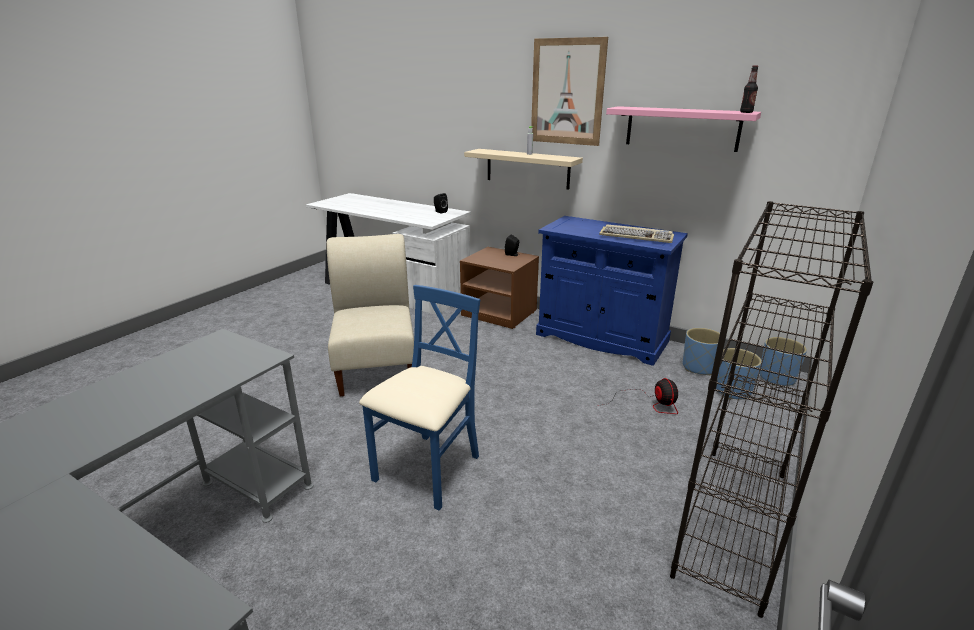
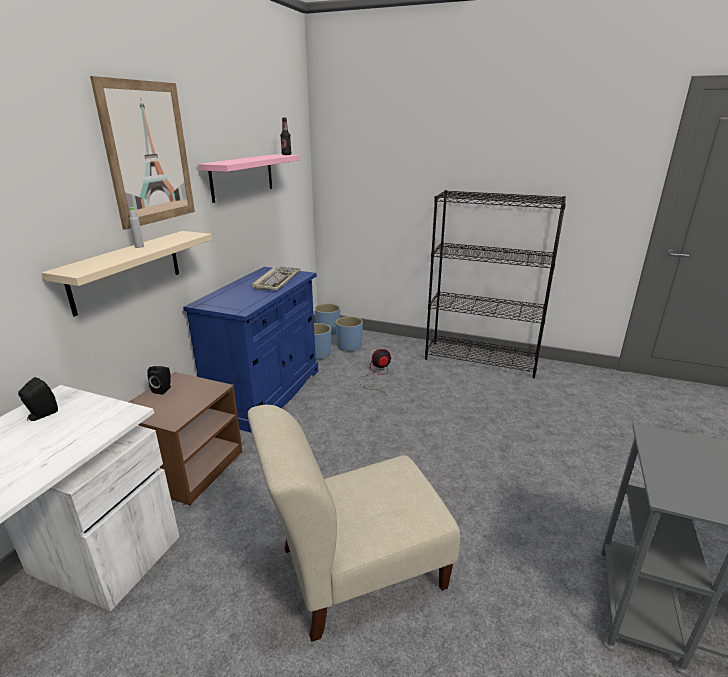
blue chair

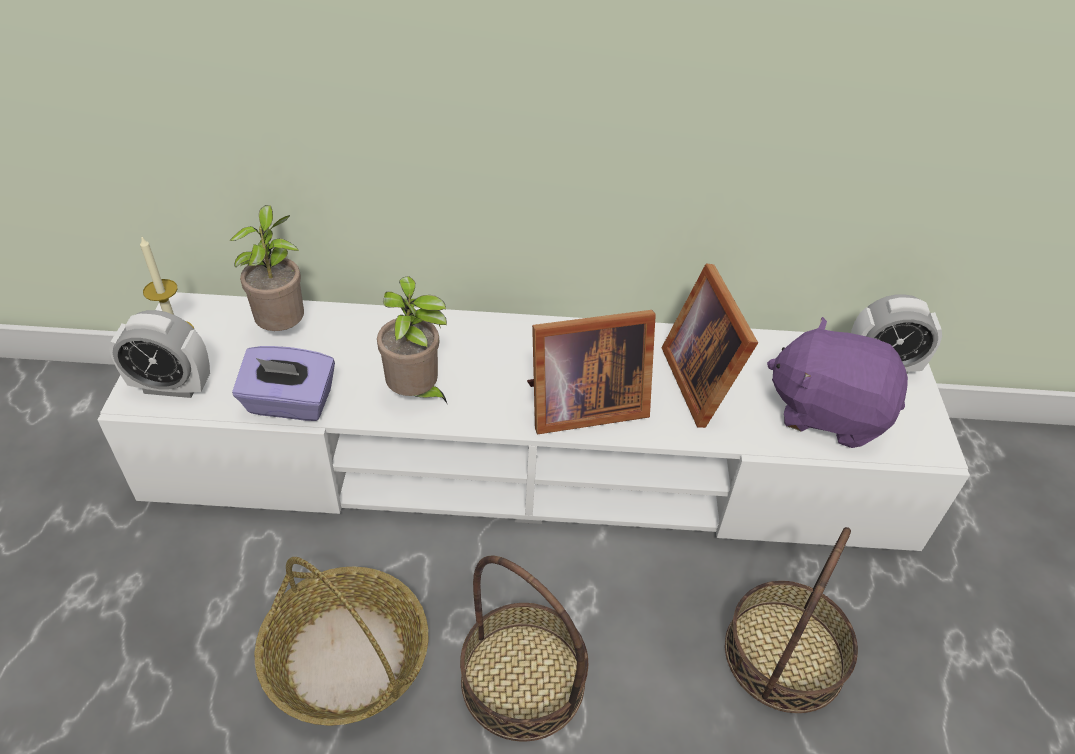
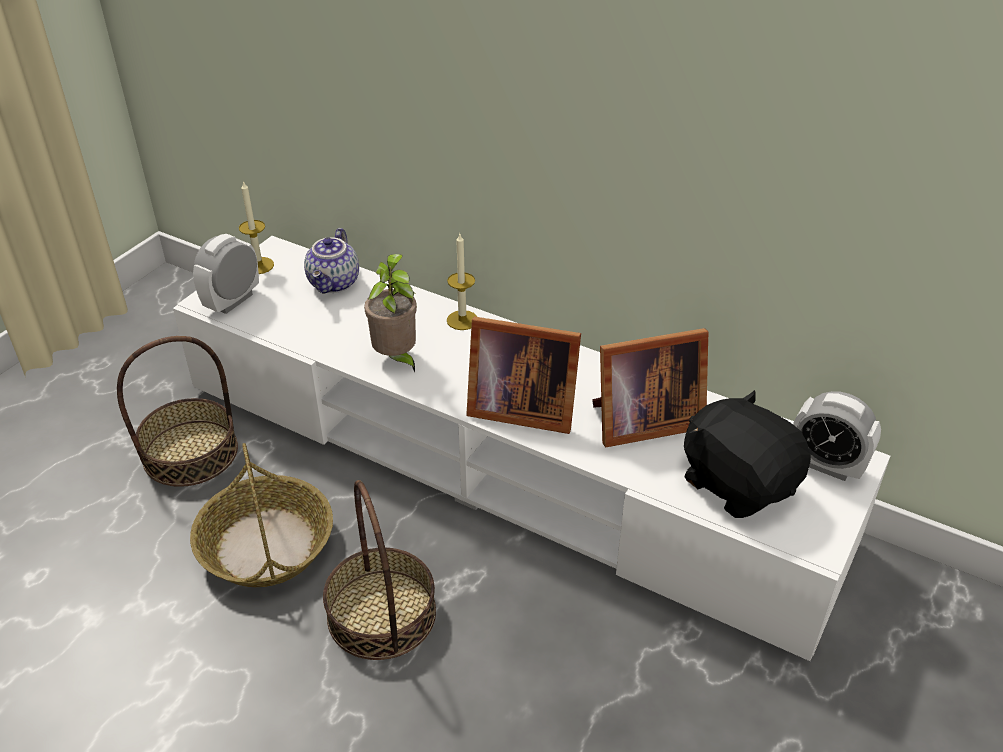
purple tissue box
candle (2nd from left)
basket (1st from left)
teapot
black plush toy
alarm clock (1st from left)
picture frame (2nd from left)

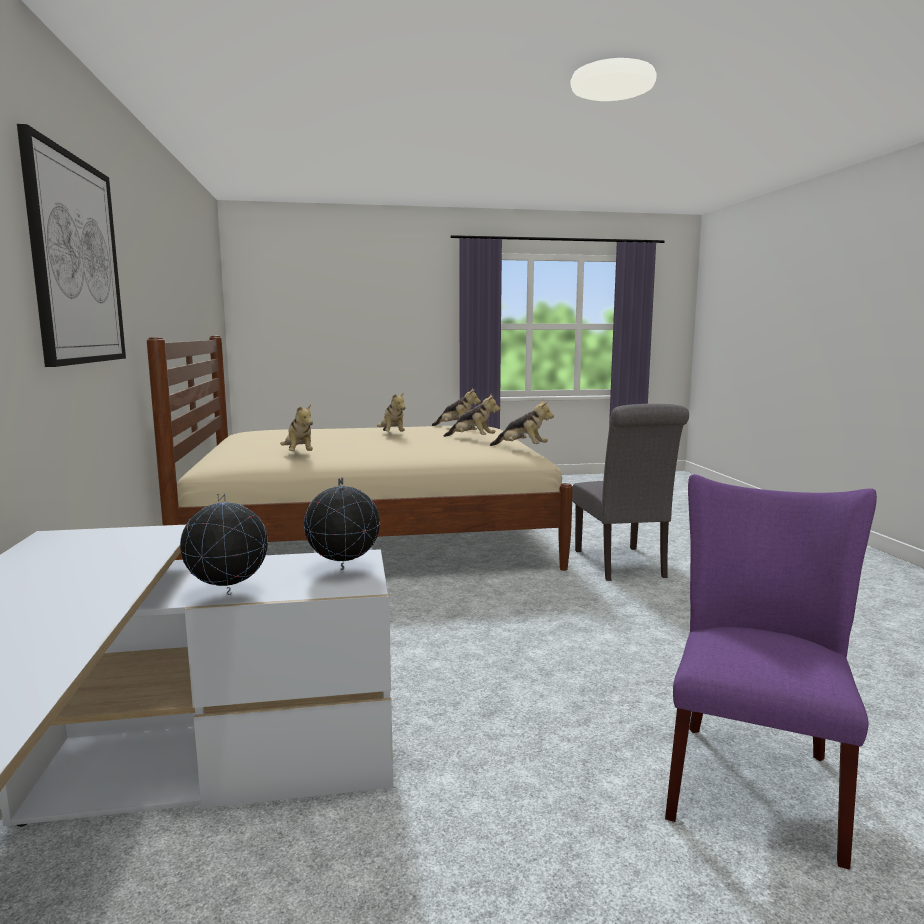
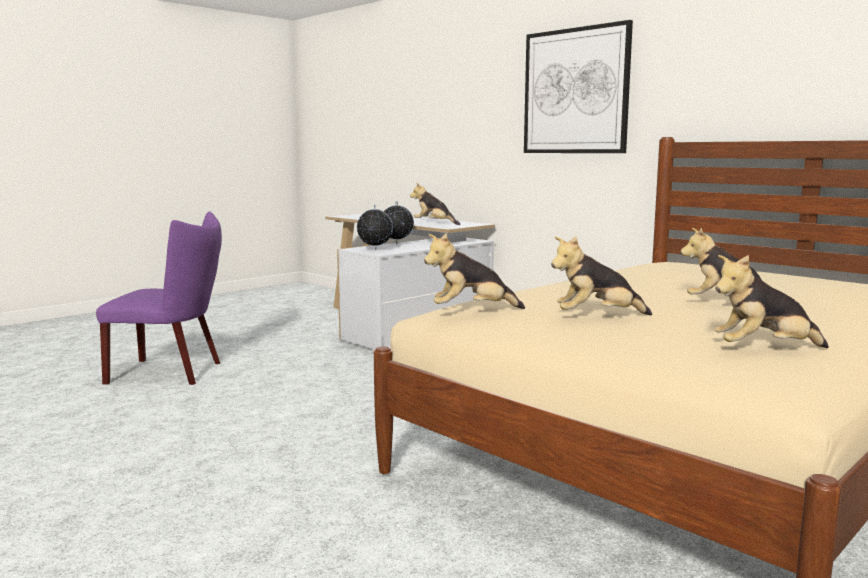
grey chair
plush toy (1st from left)
purple chair

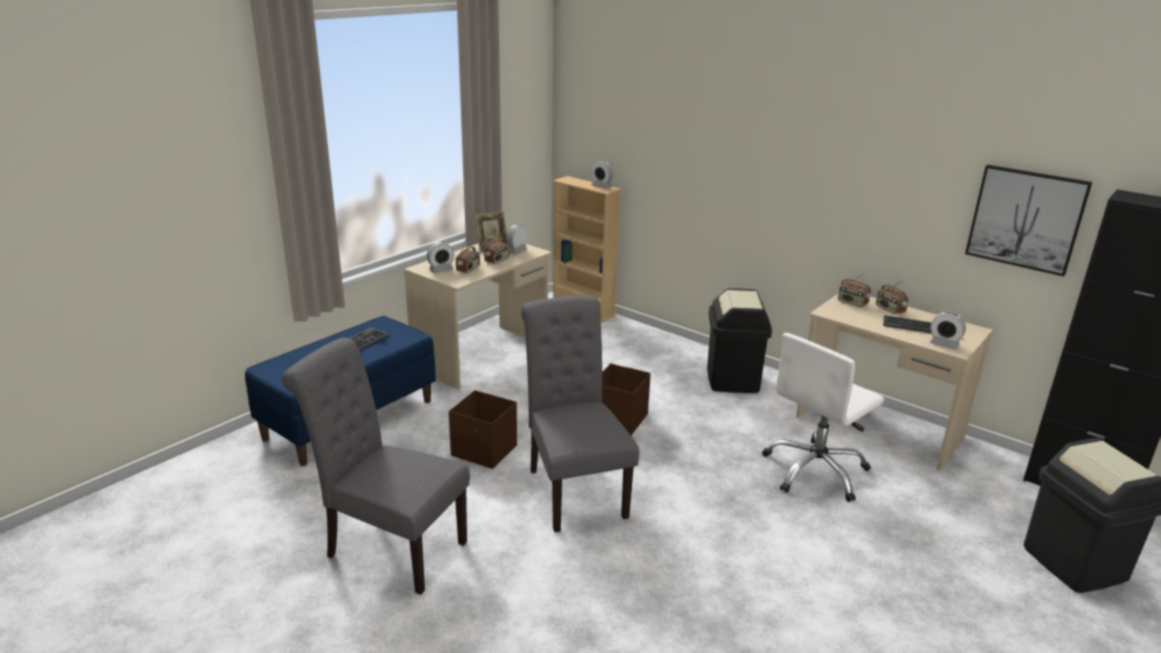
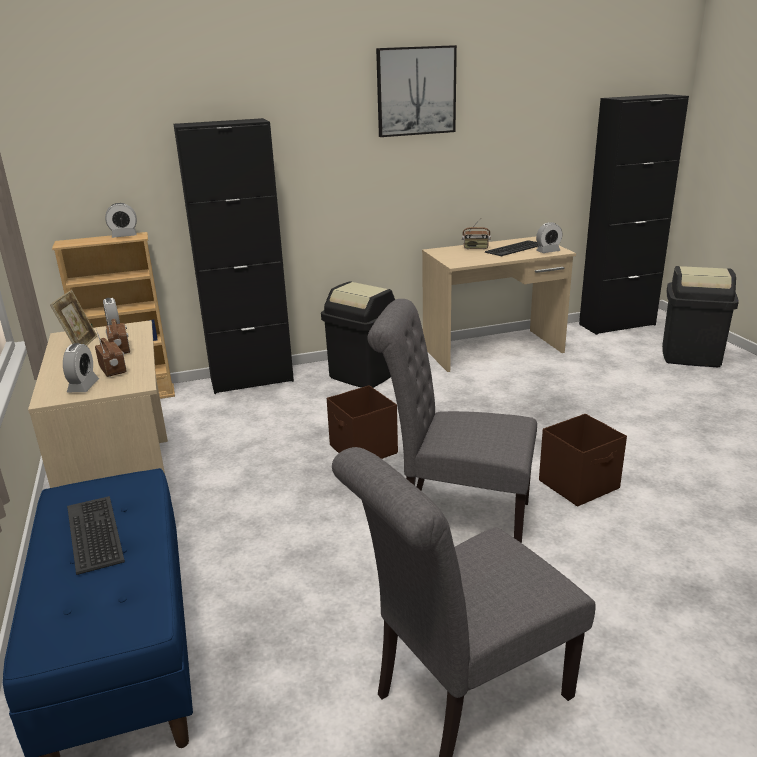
white office chair
radio (3rd from left in the first image)
black cabinet (1st from left)
brown storage box (2nd from left)
picture

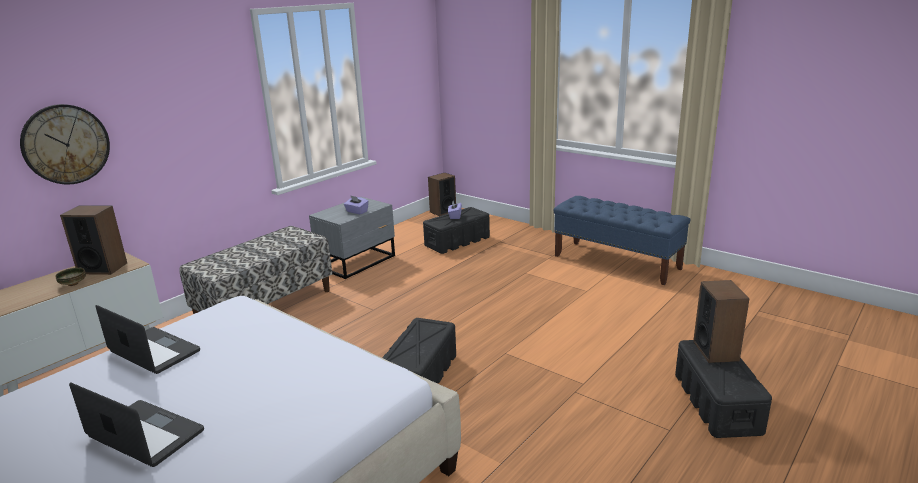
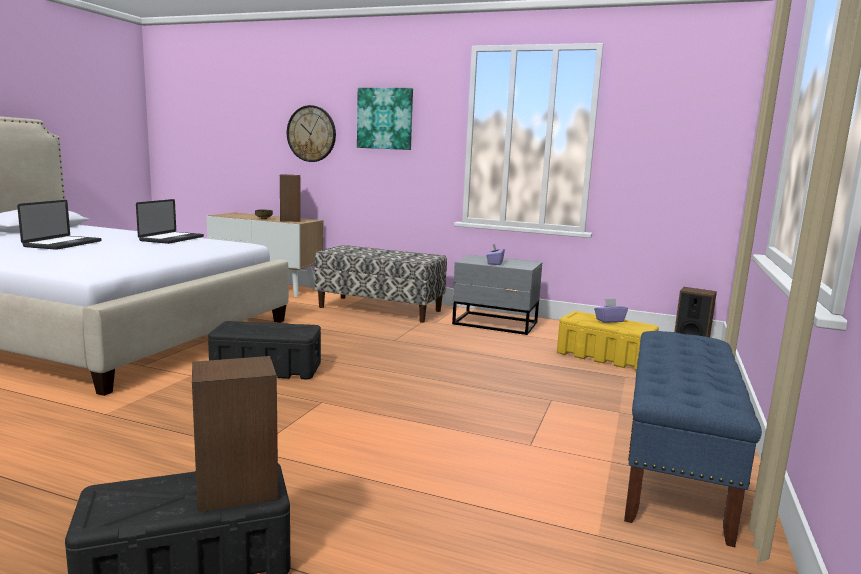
picture
yellow storage box

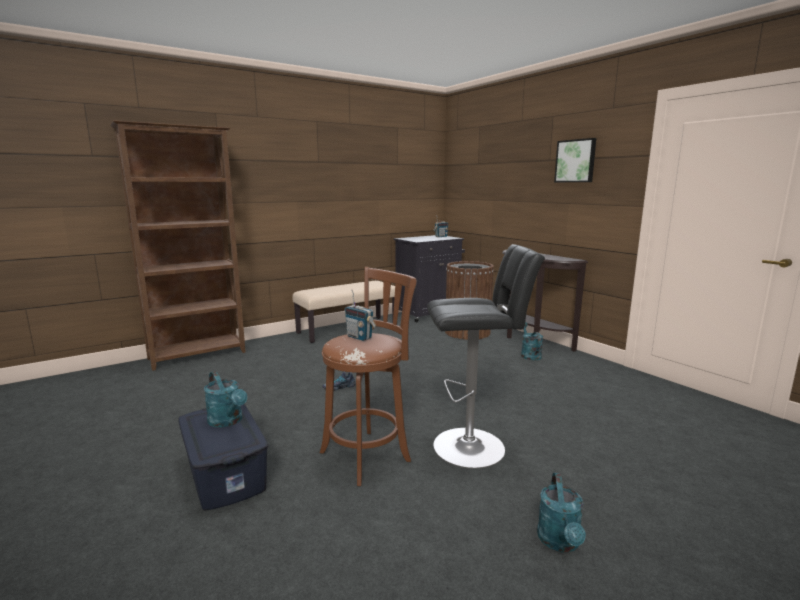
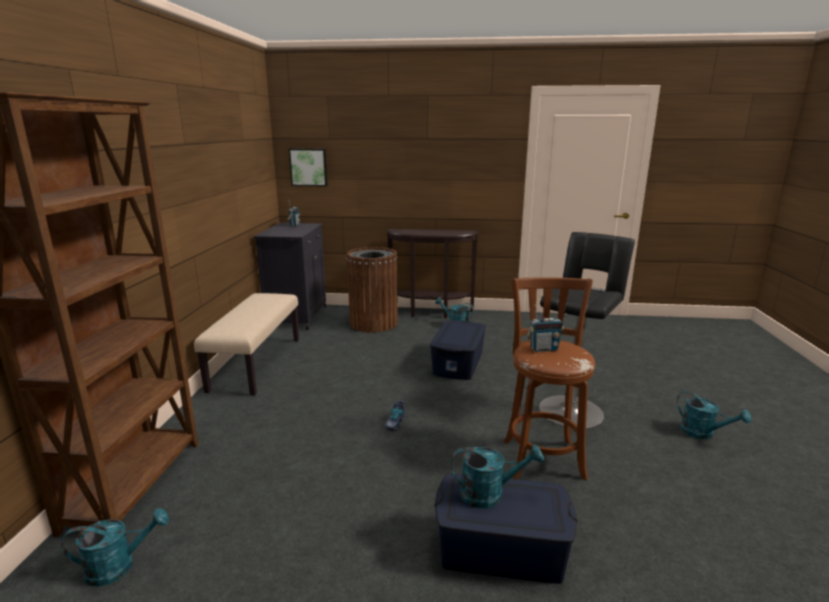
turquoise watering can (1st from left)
blue storage box (1st from left)
picture

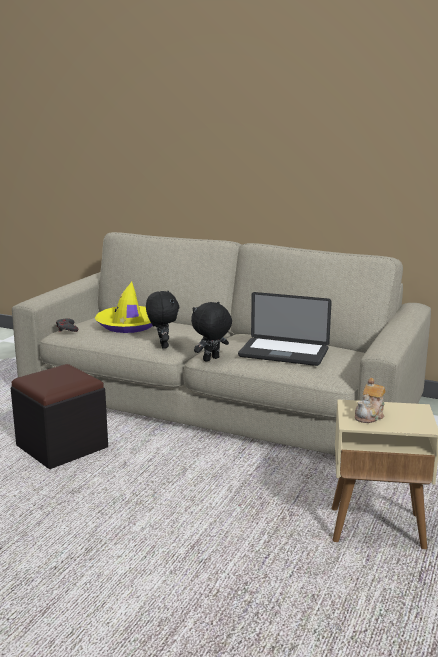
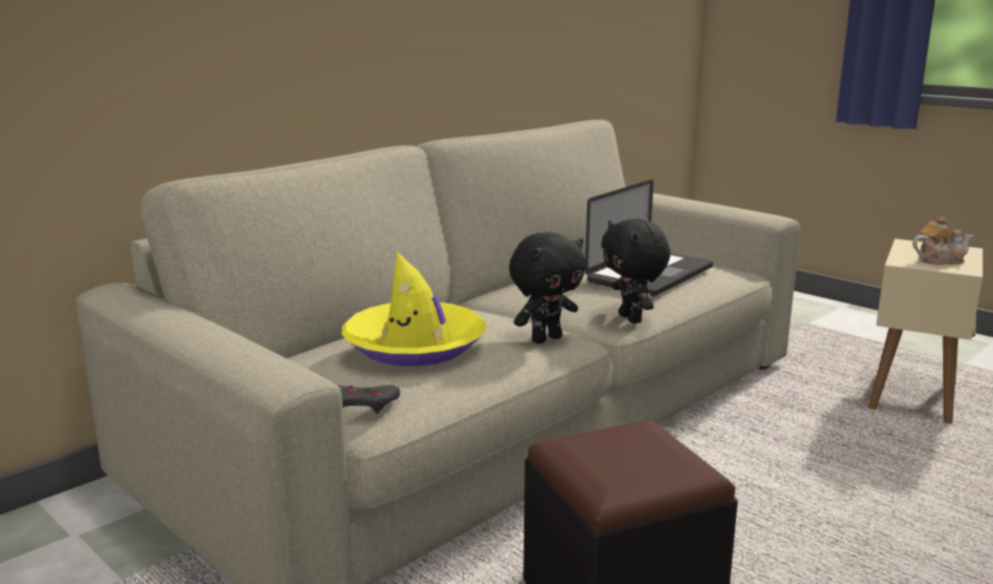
black plush toy (1st from left)
teapot

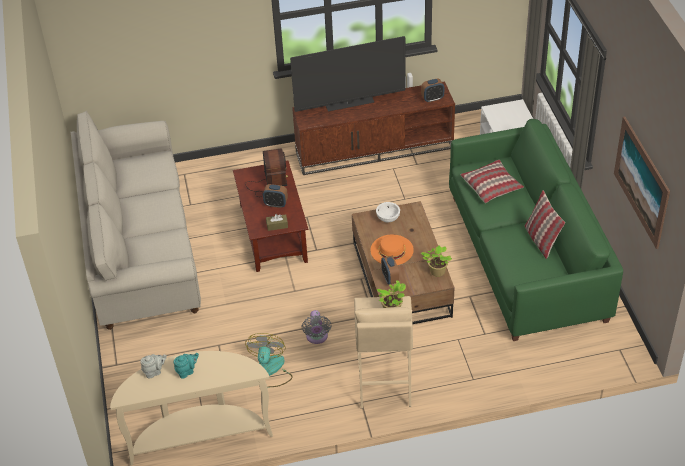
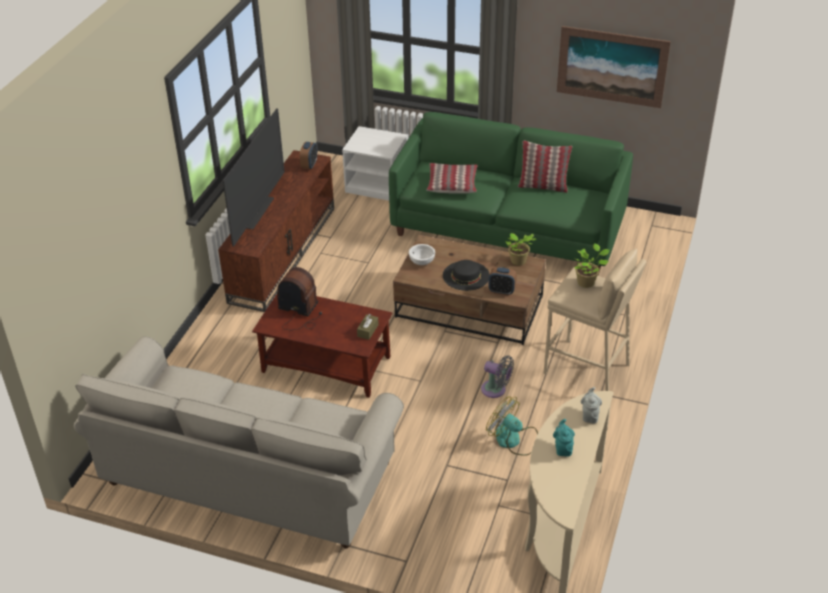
alarm clock (1st from left in the first image)
grey teapot
black hat

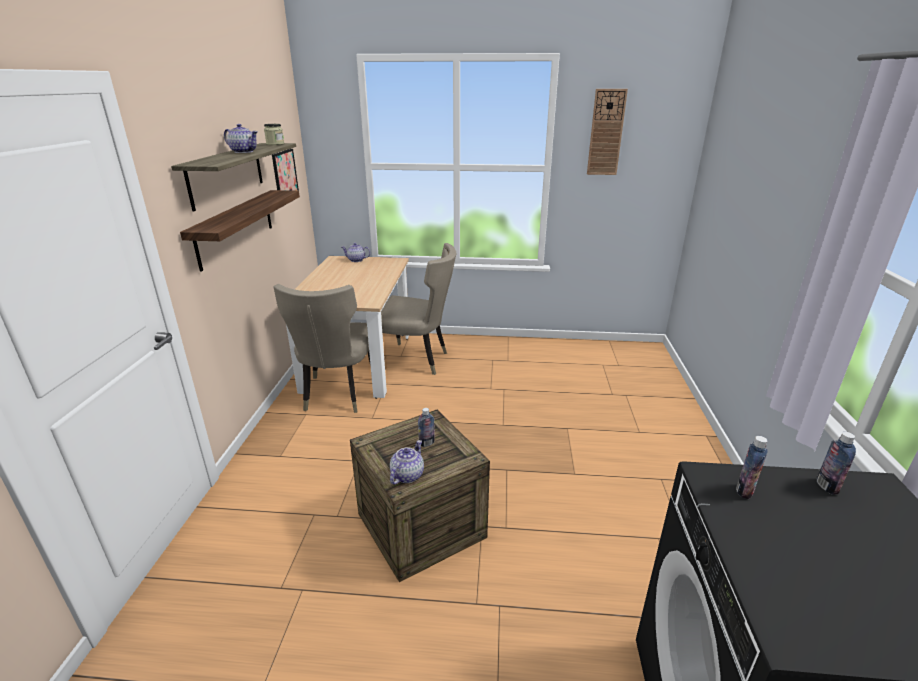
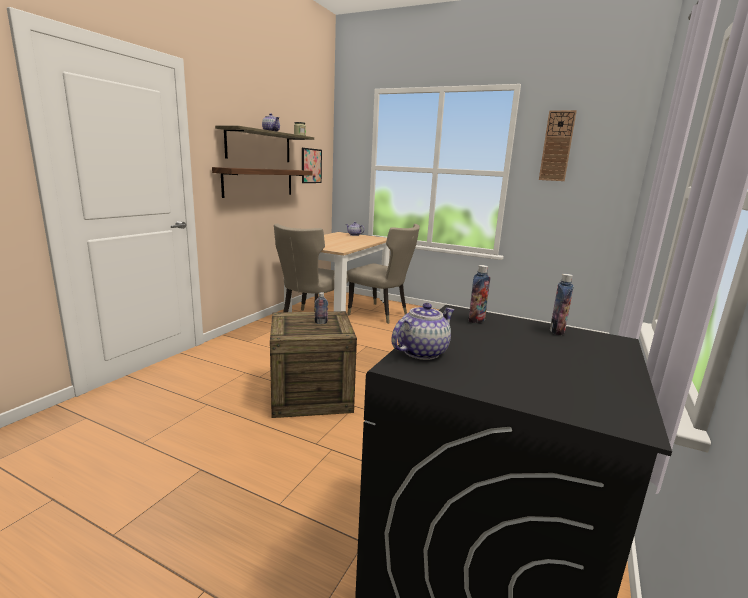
teapot (3rd from left)

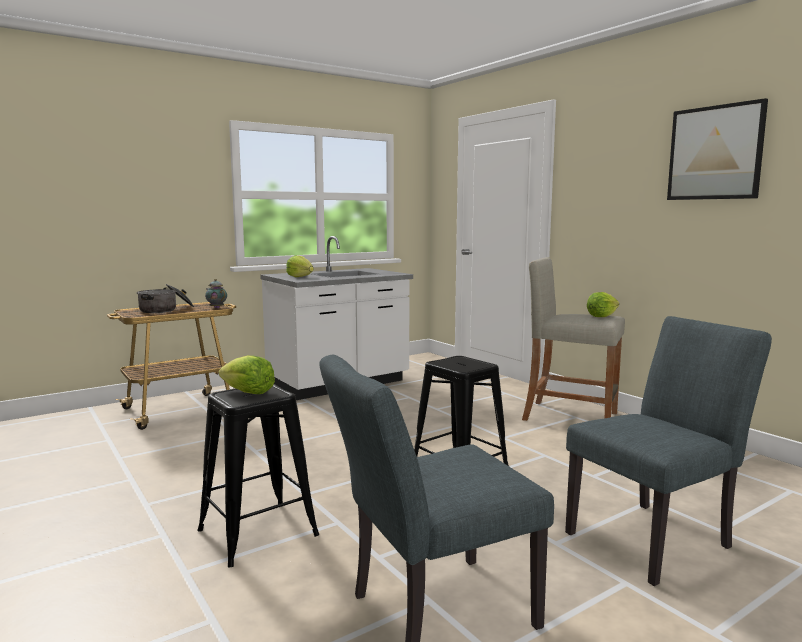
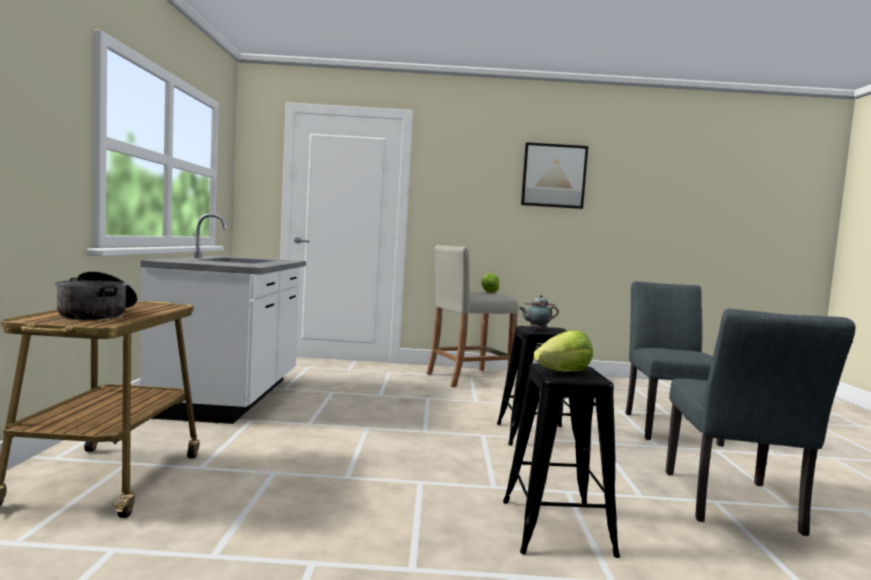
lettuce (2nd from left in the first image)
teapot

